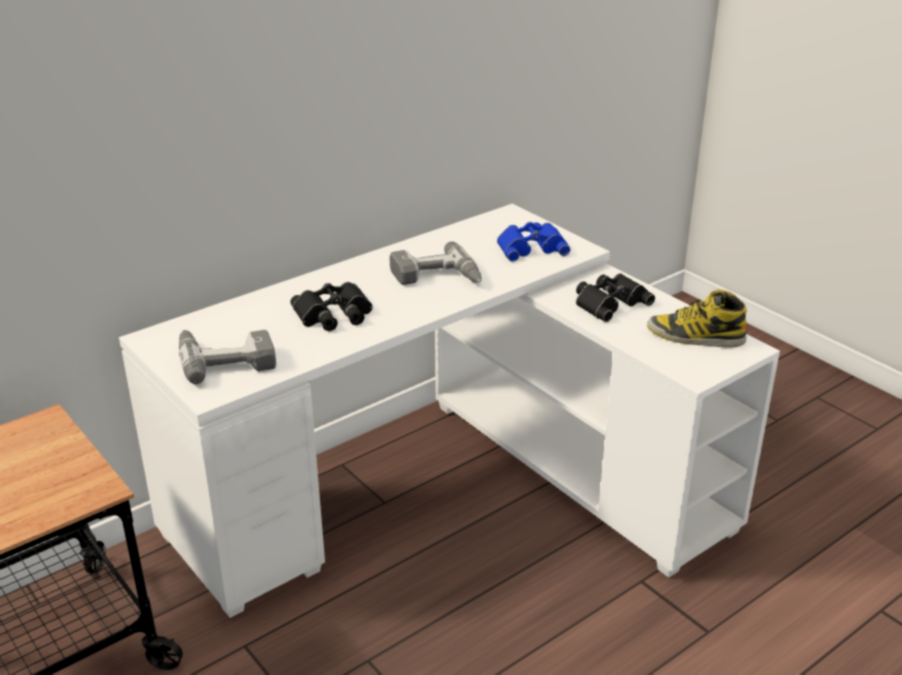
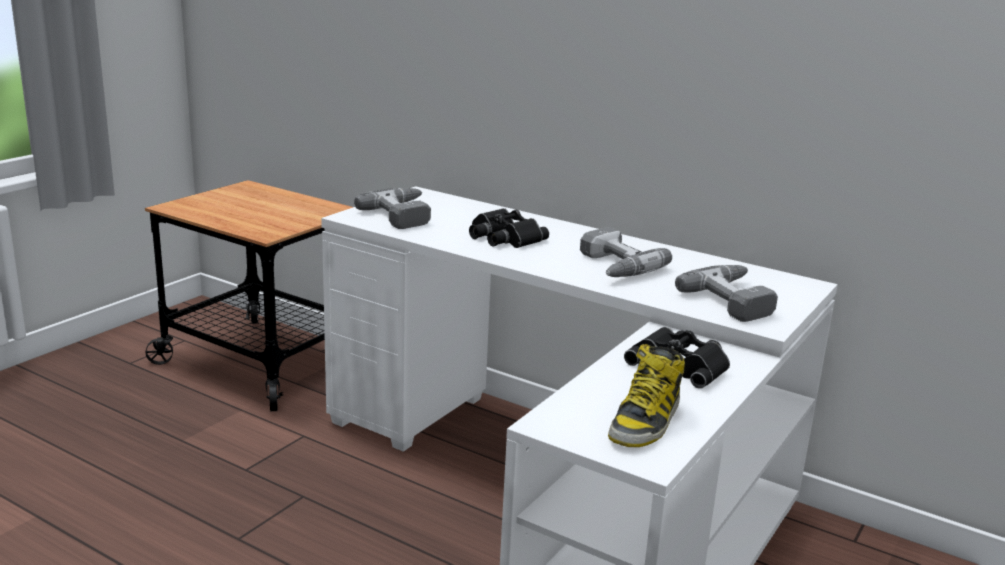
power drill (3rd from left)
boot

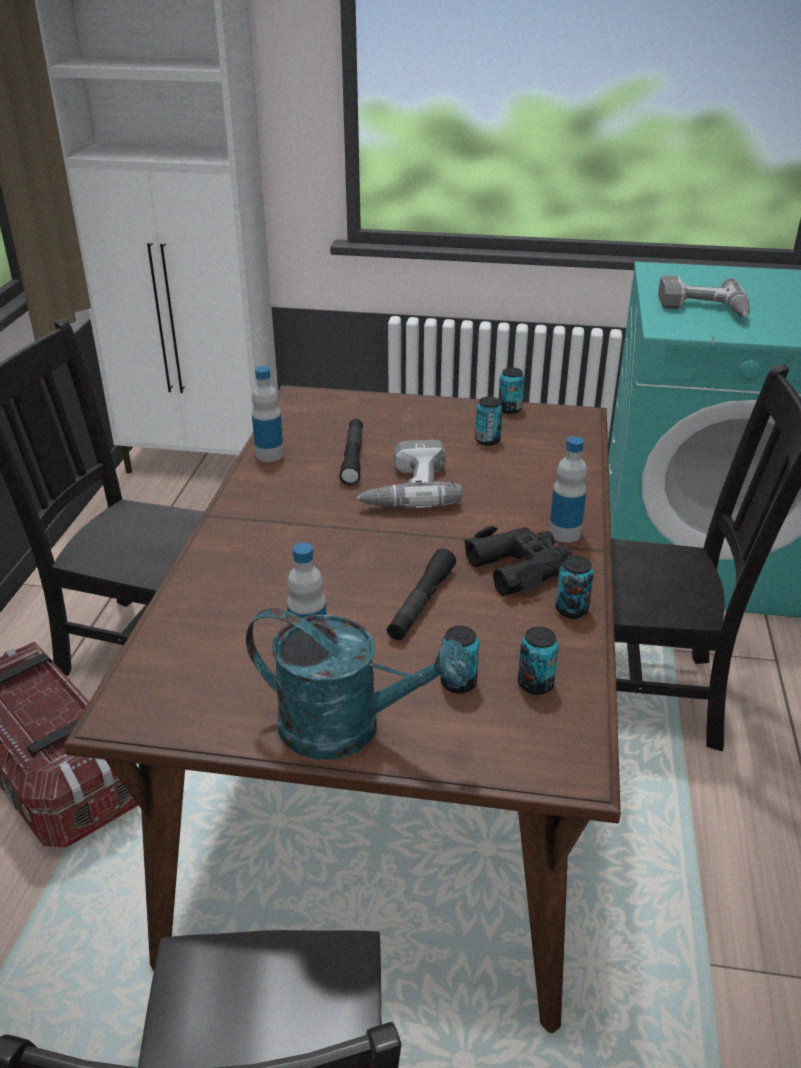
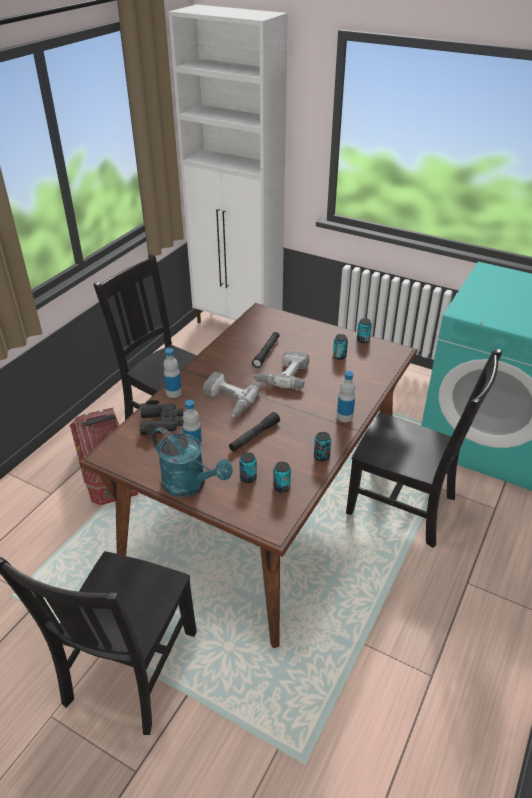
bottle (1st from left)
black binoculars
power drill (1st from left)

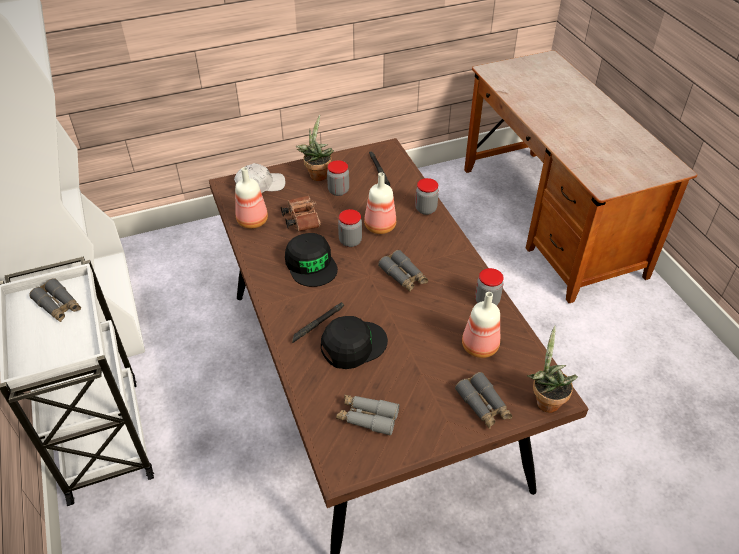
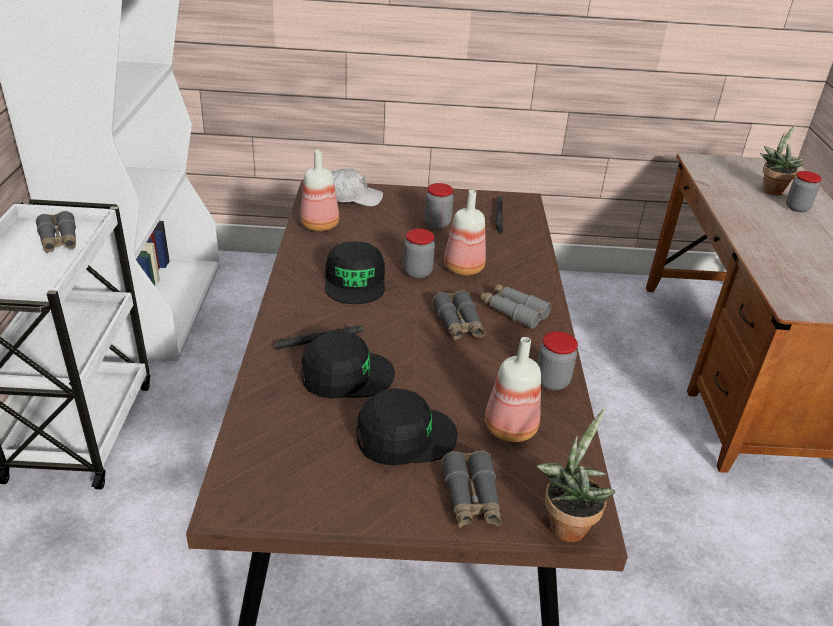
brown binoculars
black cap (3rd from left)
potted plant (2nd from left)
grey binoculars (4th from left)
jar (4th from left)

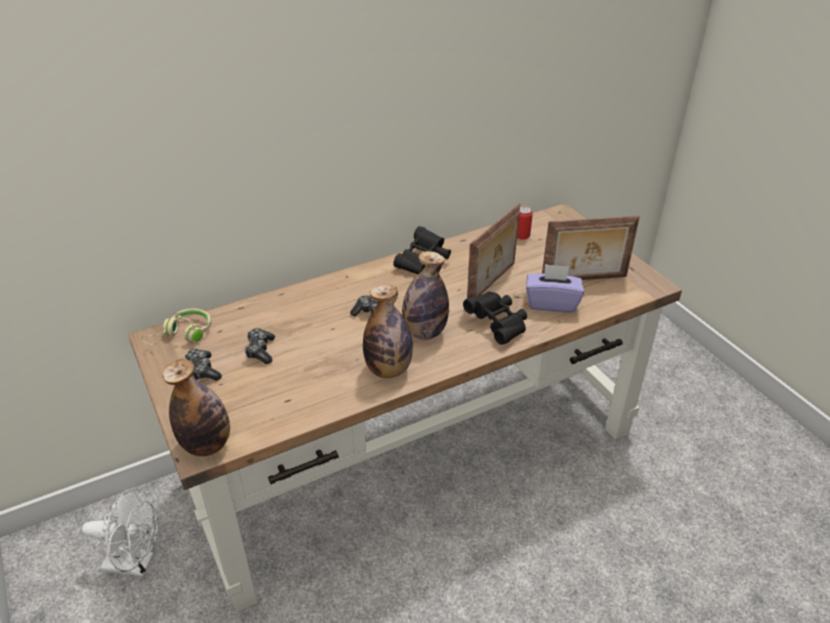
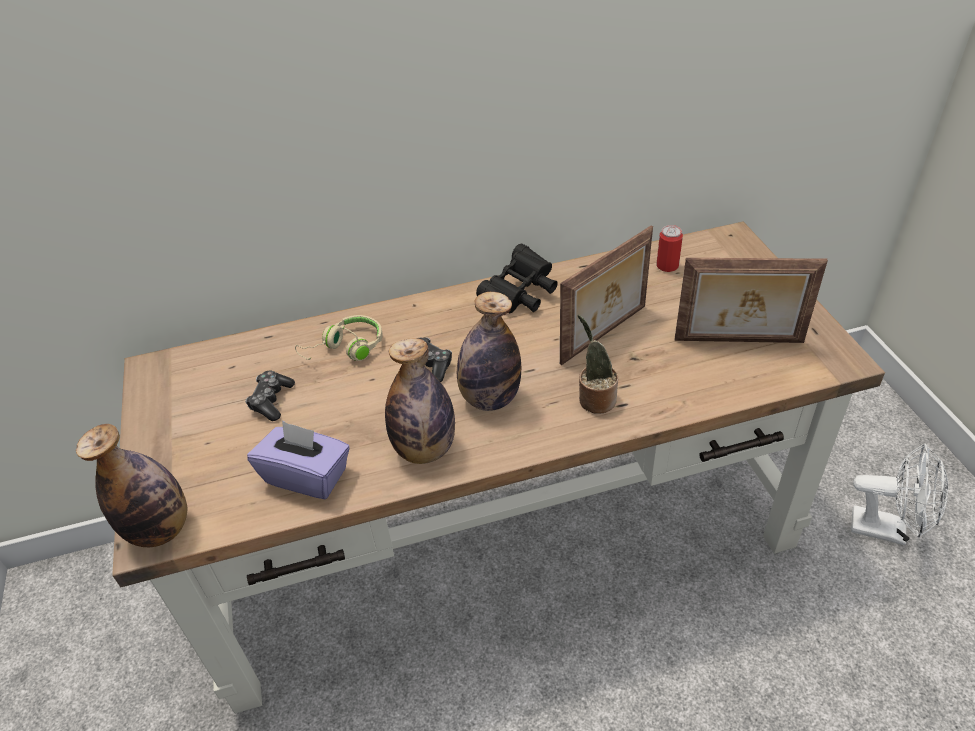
game controller (1st from left in the first image)
white fan
beige headphones
purple tissue box
potted plant

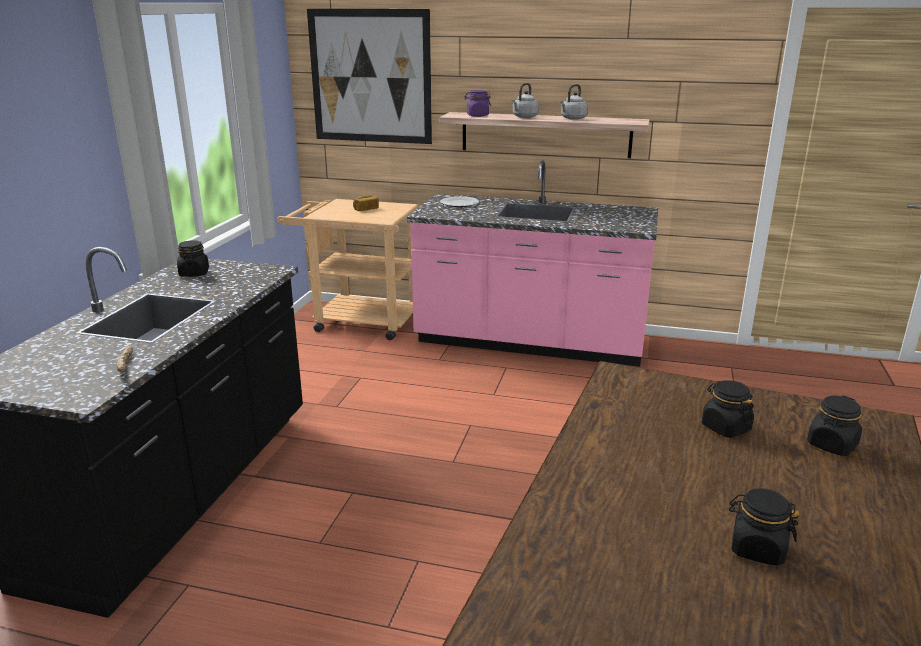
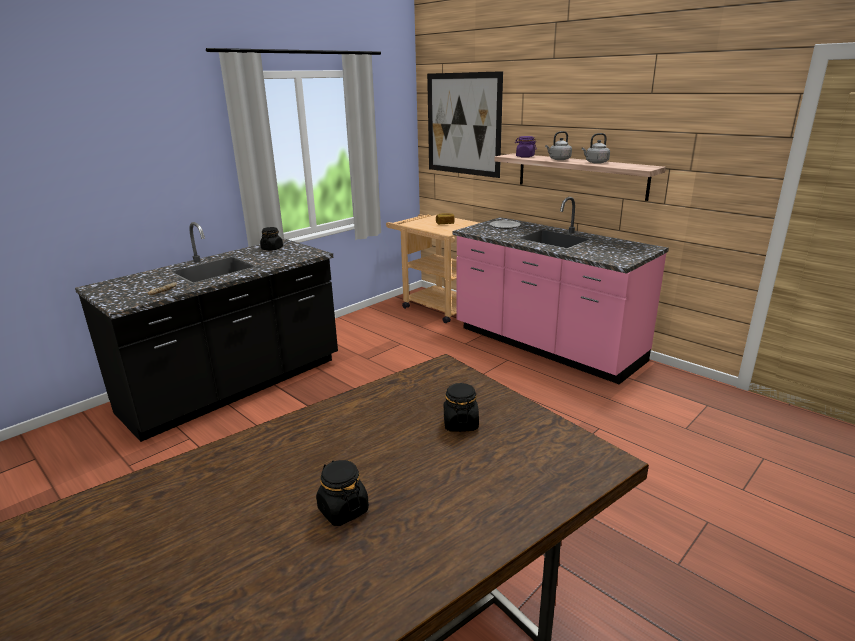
black jar (4th from left in the first image)

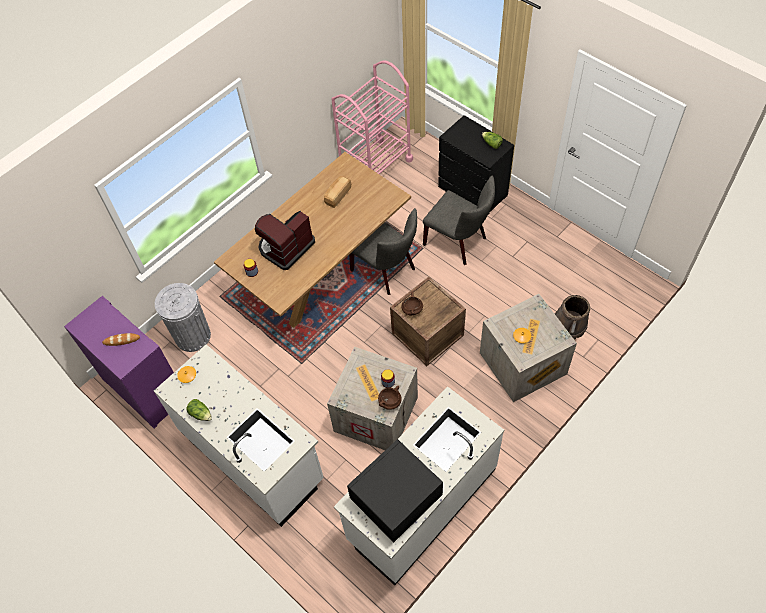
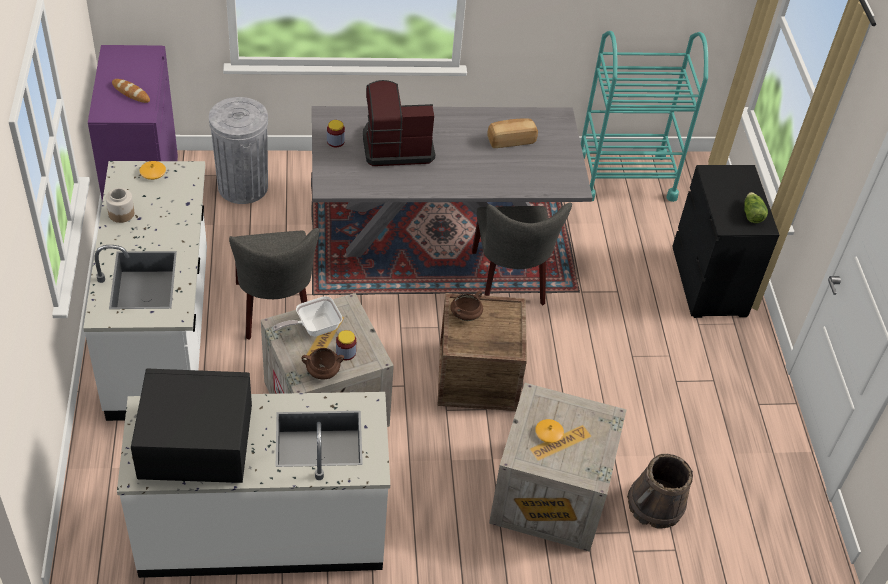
frying pan
grey chair (1st from left)
jar (1st from left)
grey dining table
turquoise cart

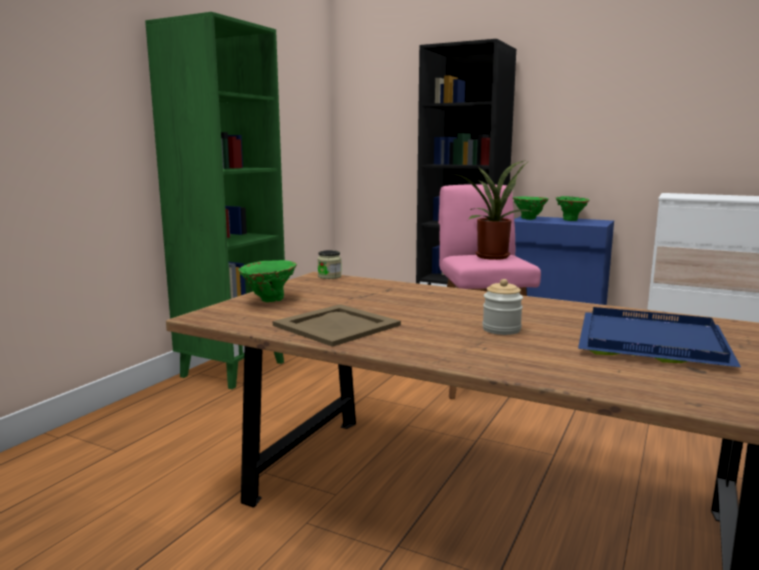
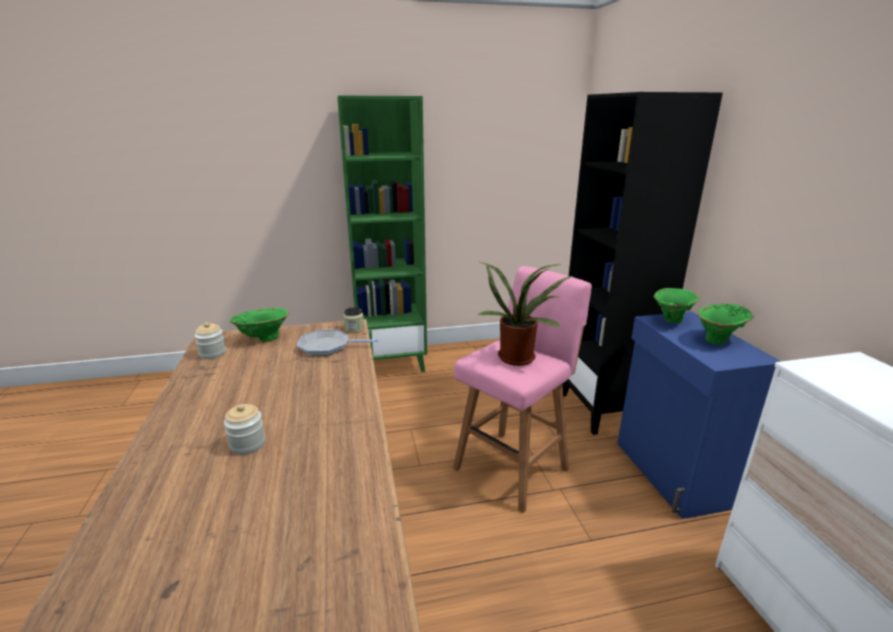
beige tray
blue tray
jar (1st from left)
frying pan

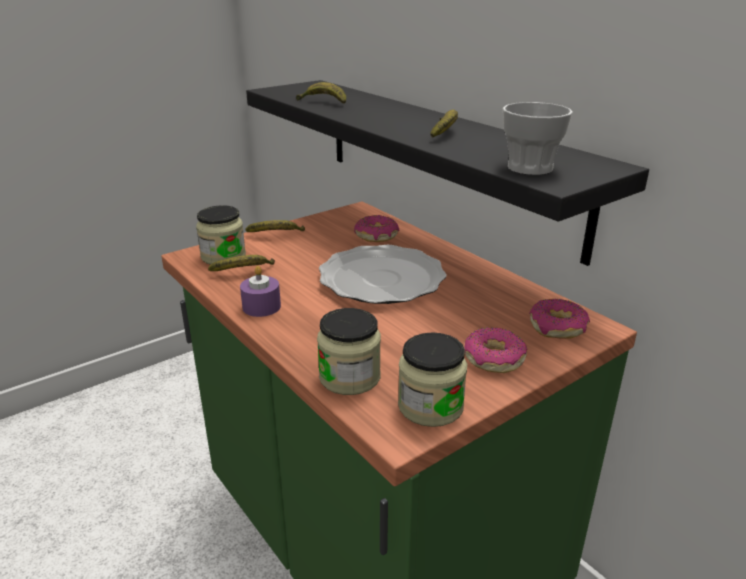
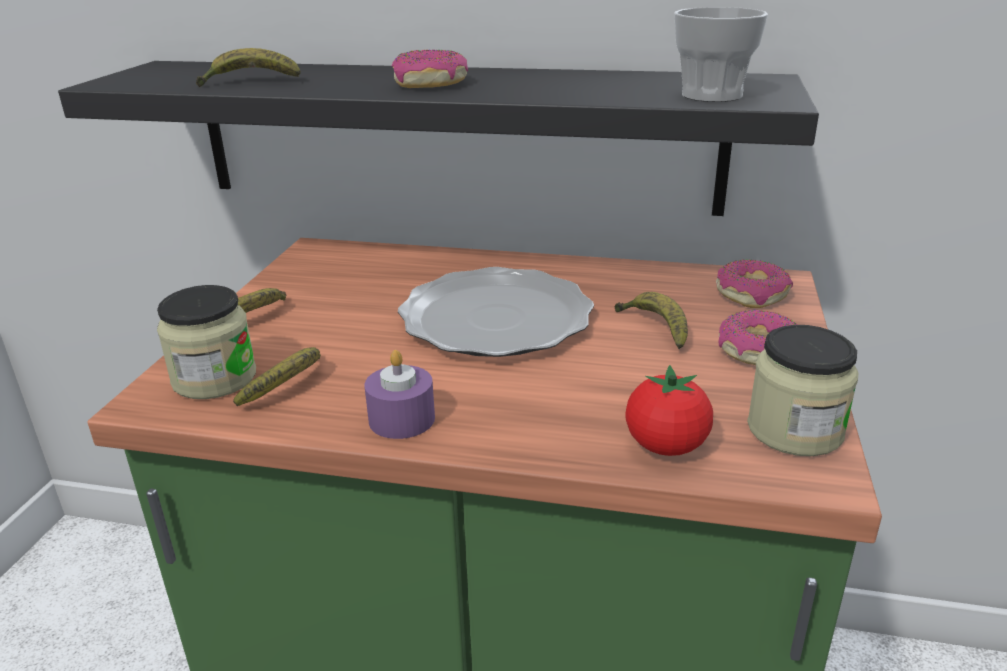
donut (1st from left)
banana (4th from left)
tomato

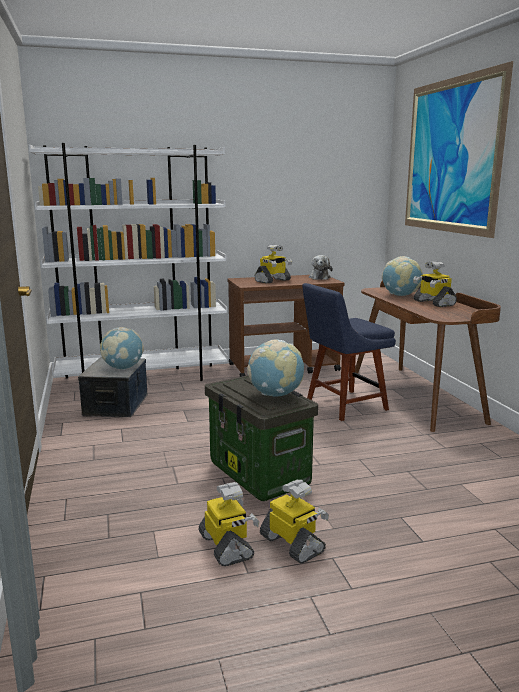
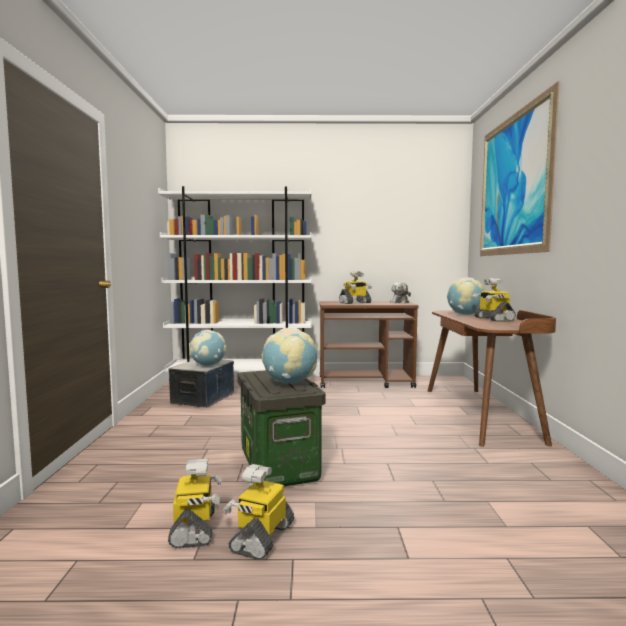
blue chair
toy robot (2nd from left)

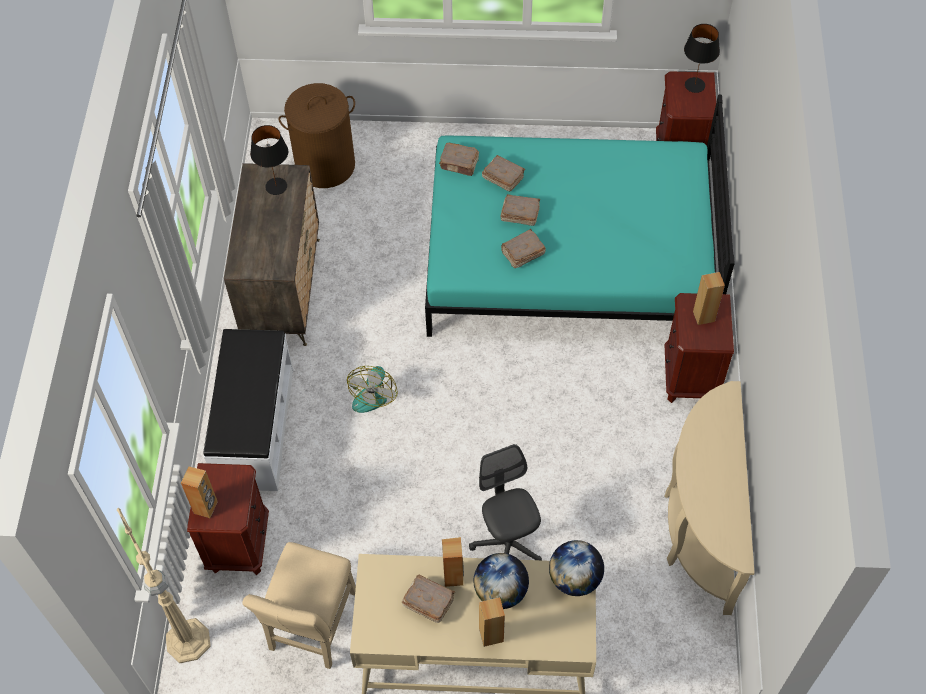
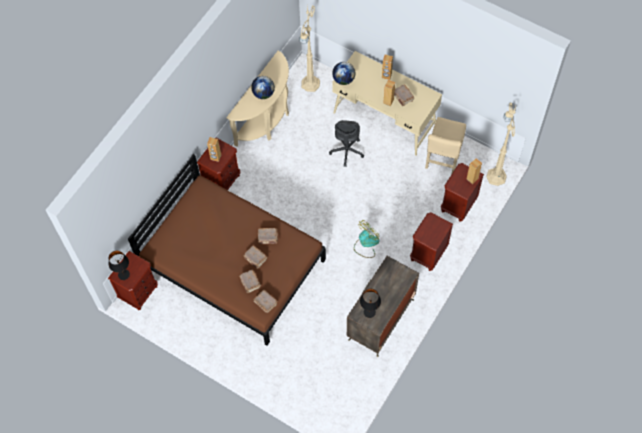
brown laundry basket
beige floor lamp (1st from left)
globe (1st from left)
brown nightstand (3rd from left)
brown bed
beige chair

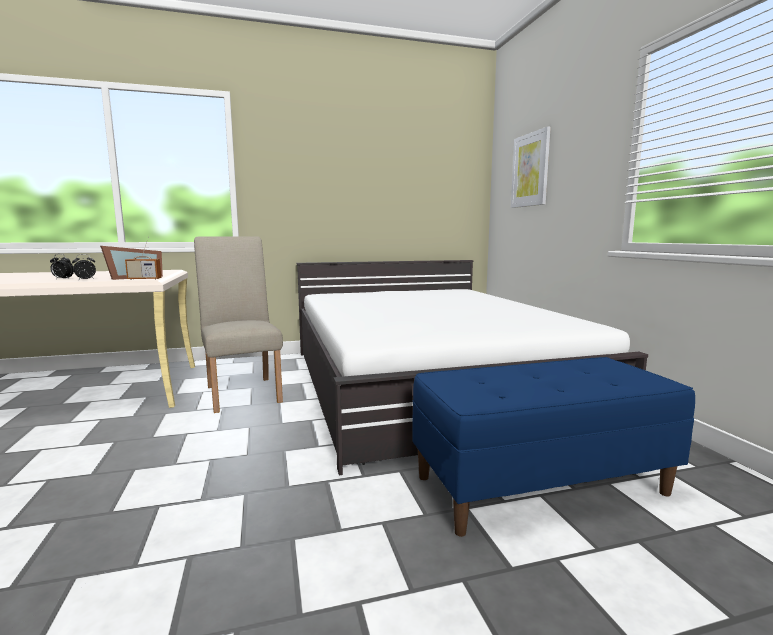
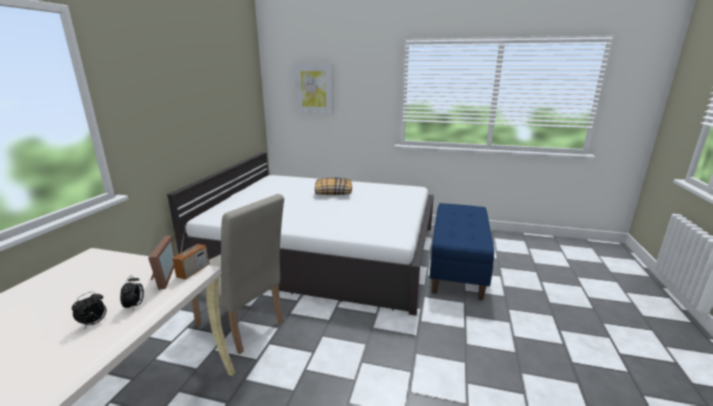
pillow
beige chair

